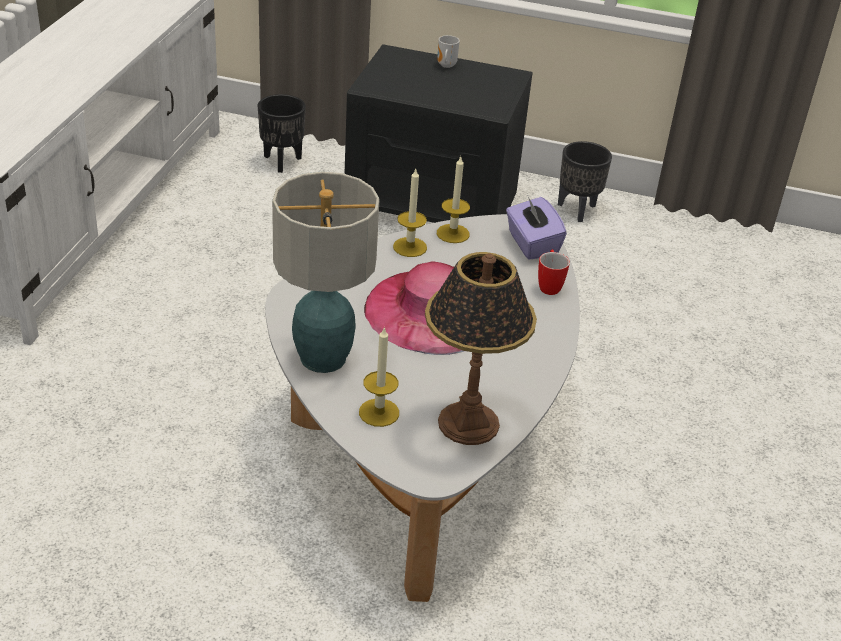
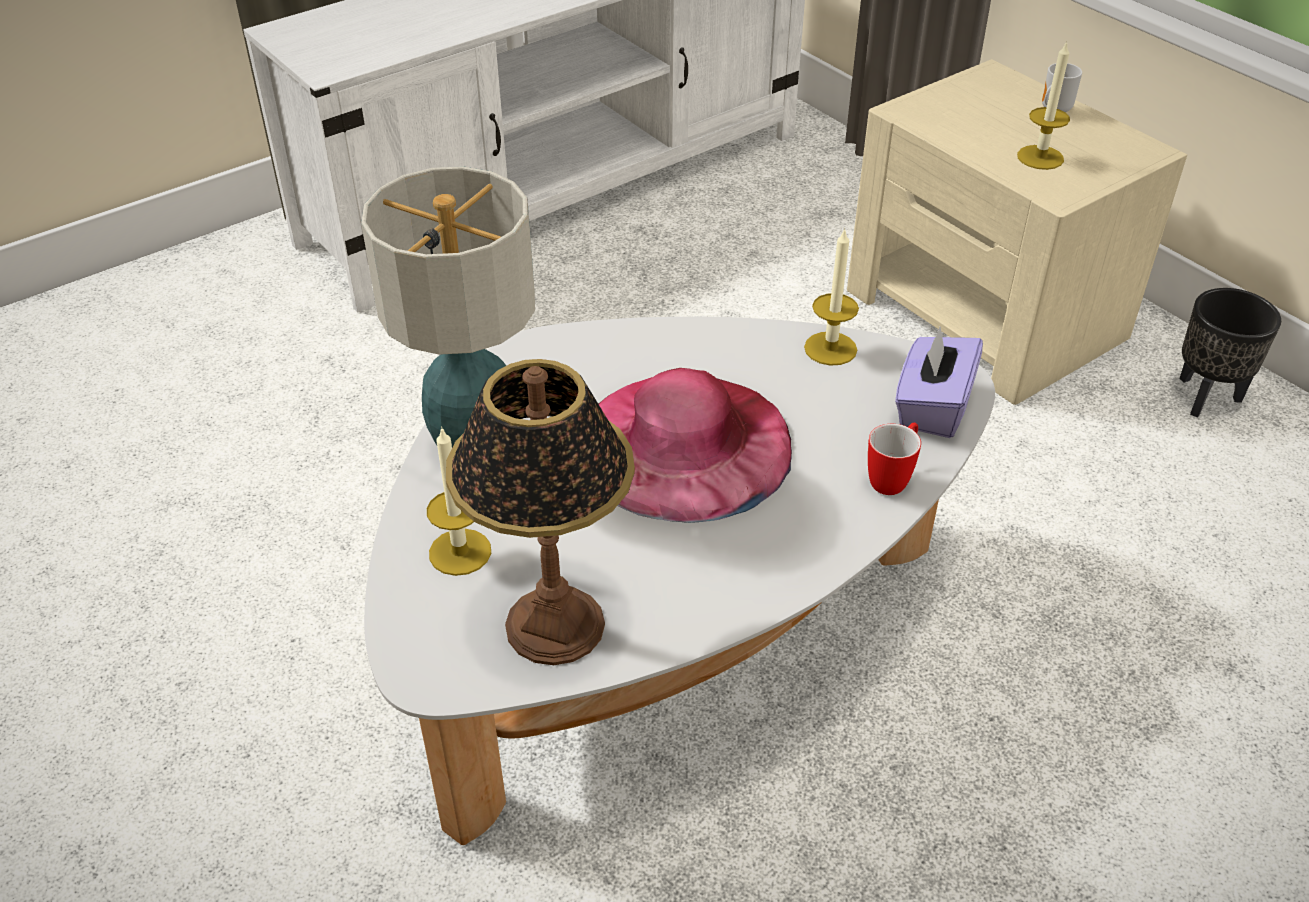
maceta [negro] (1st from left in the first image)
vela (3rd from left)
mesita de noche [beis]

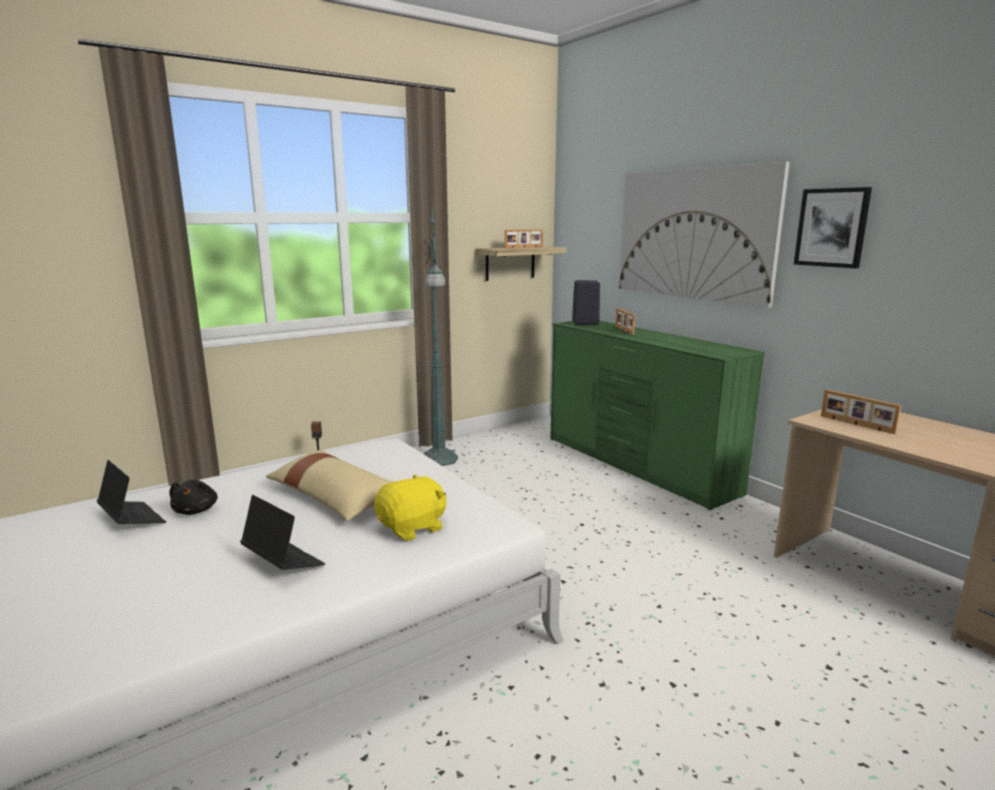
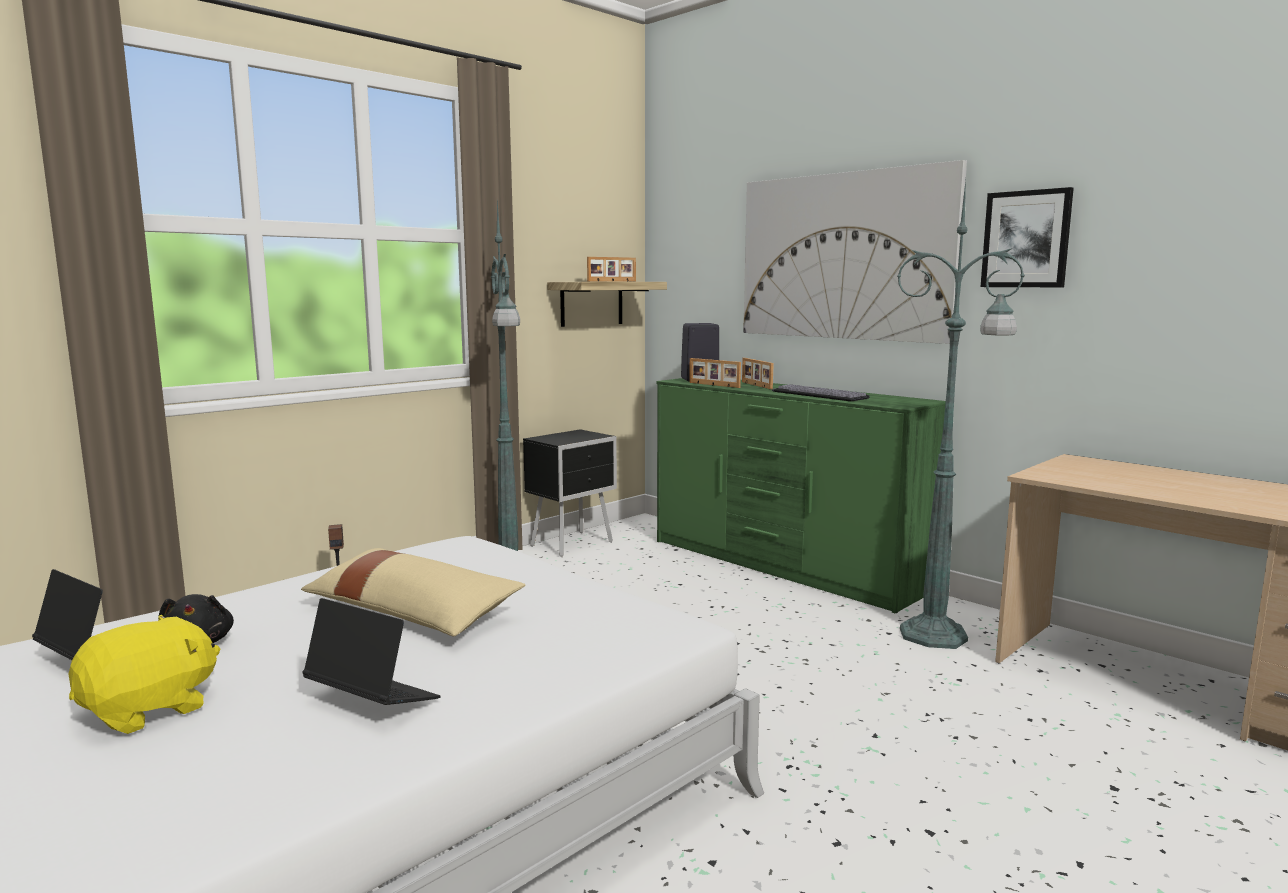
mesita de noche [negro]
teclado
lámpara de pie [verde] (2nd from left)
peluche [amarillo]
portarretratos (2nd from left)

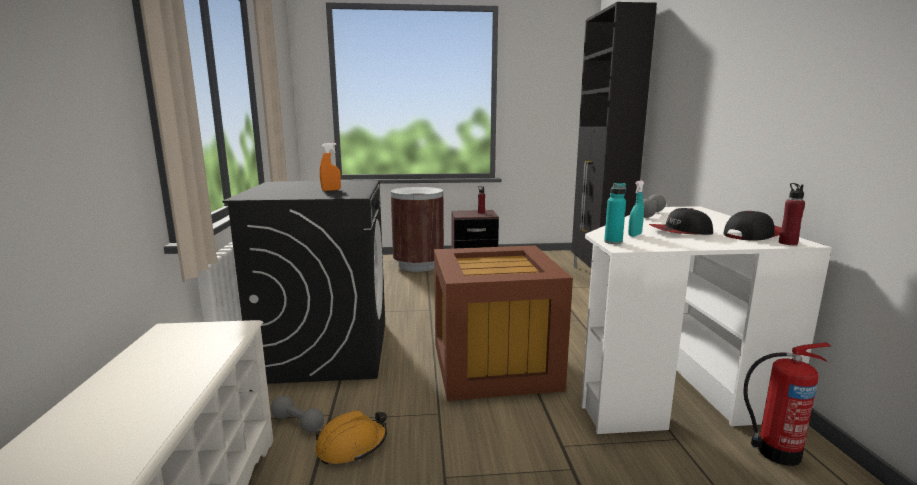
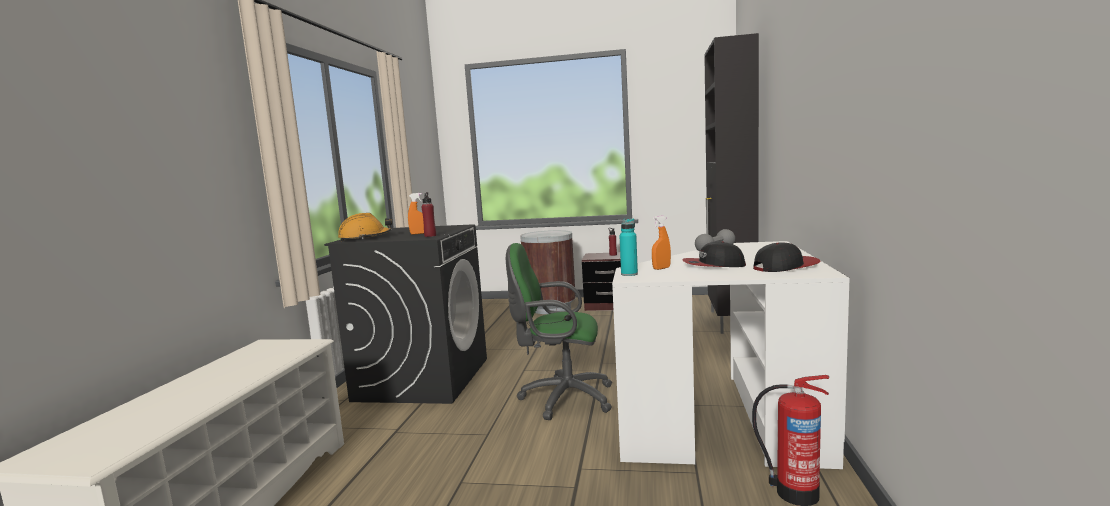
mancuerna [gris] (1st from left in the first image)
casco [naranja]
botella [rojo] (1st from left)
silla de oficina [verde]
pulverizador [naranja] (2nd from left)

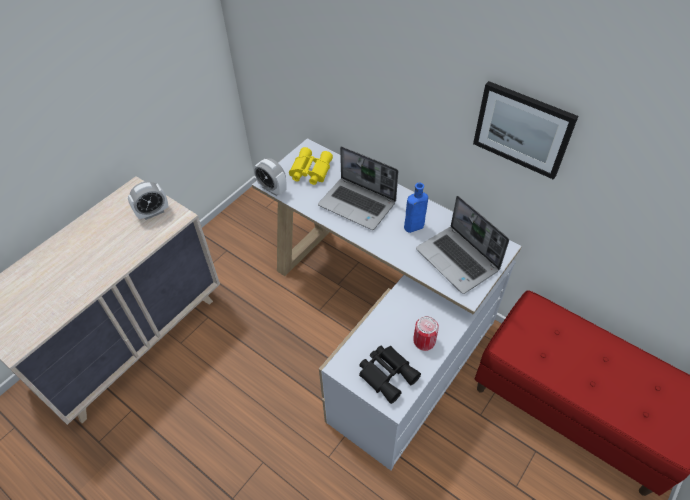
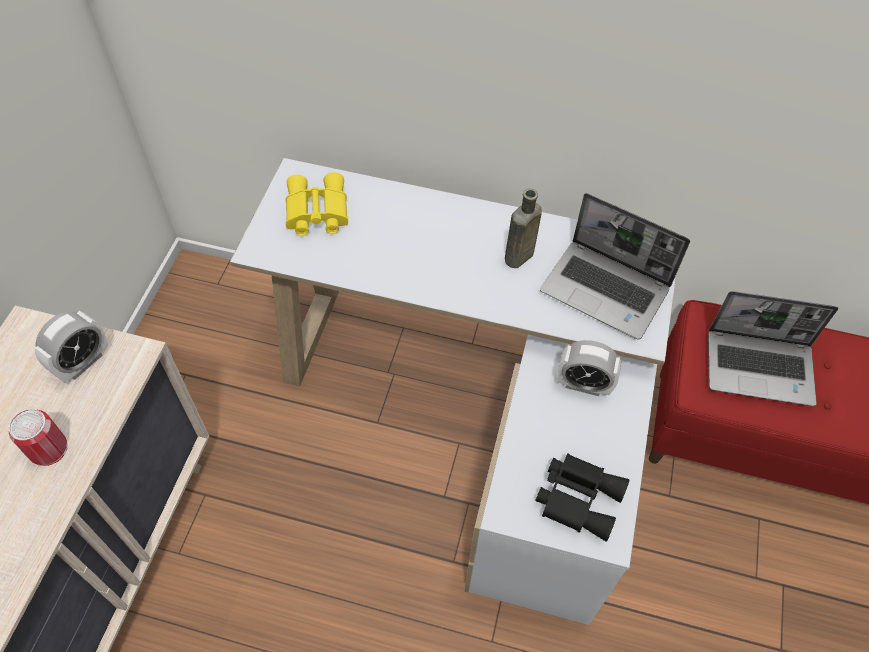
cuadro
despertador (2nd from left)
portátil (2nd from left)
lata
botella [marrón]

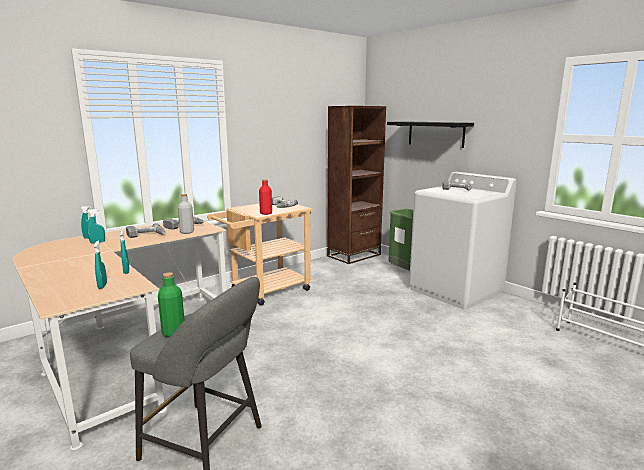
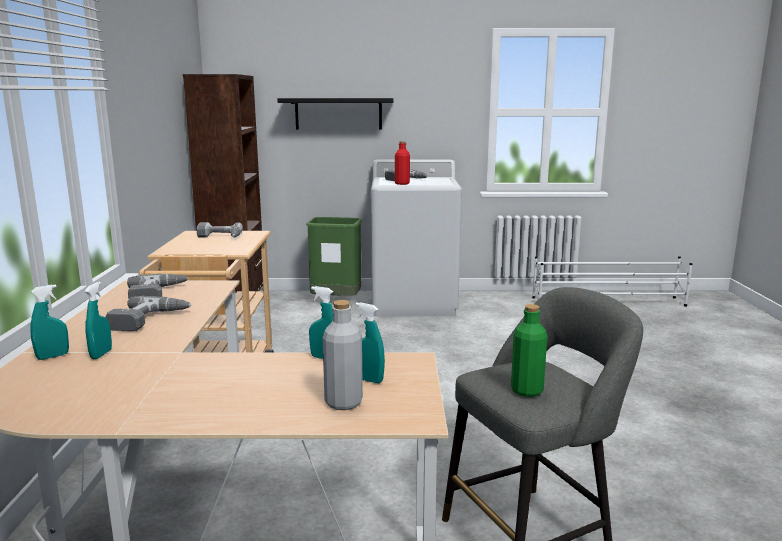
botella [gris]
botella [rojo]

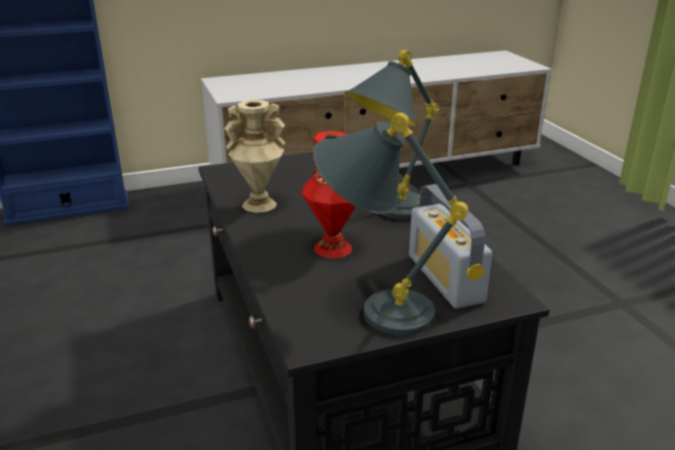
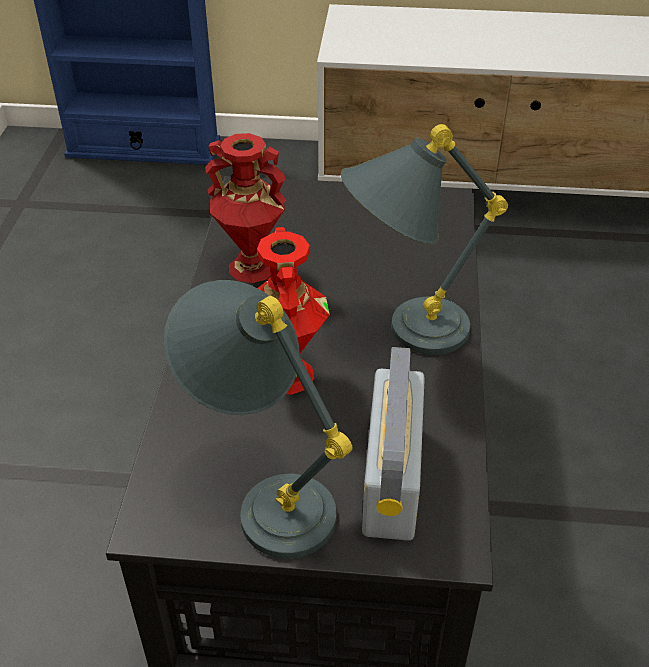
florero [rojo] (1st from left)

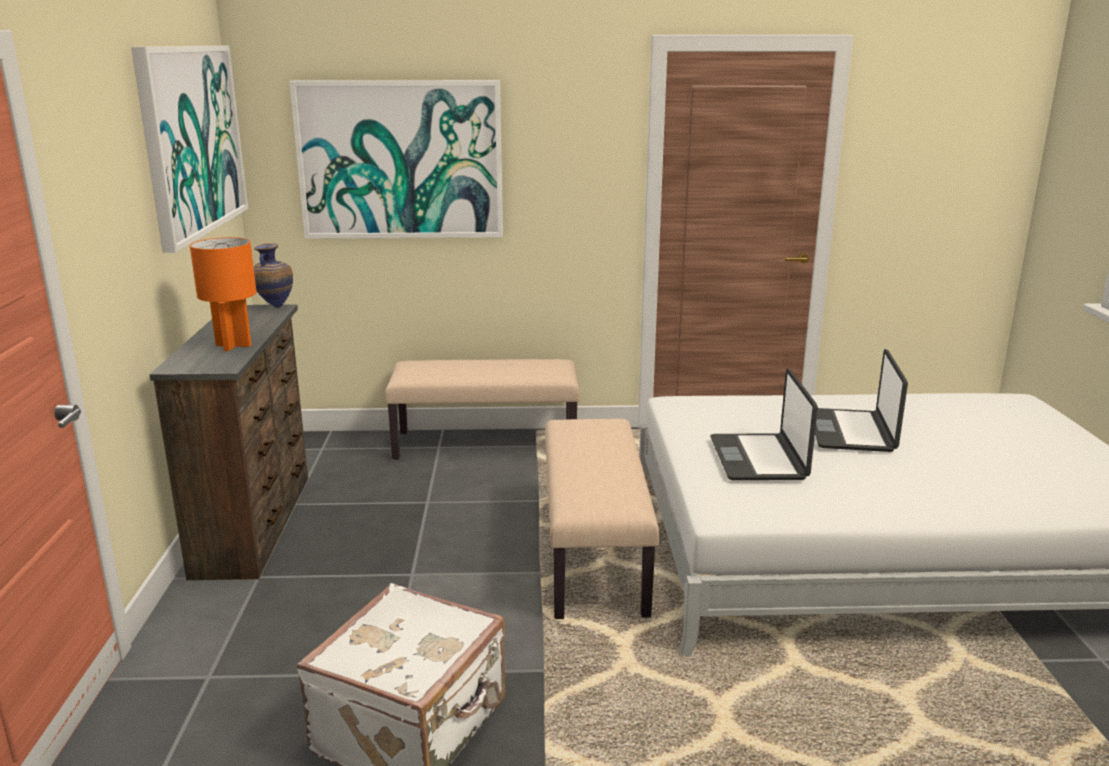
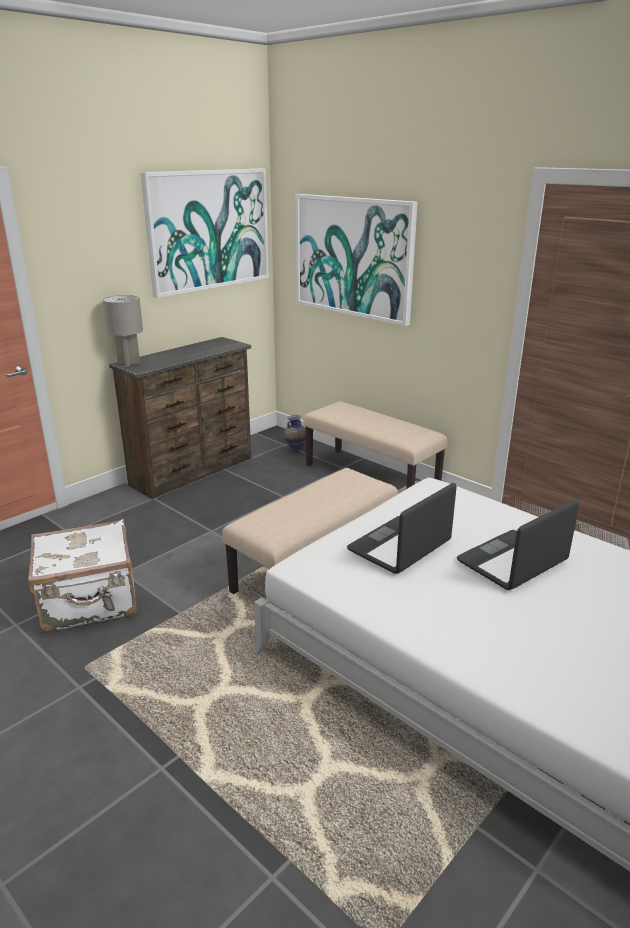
lámpara de mesa [naranja]
lámpara de mesa [gris]
florero

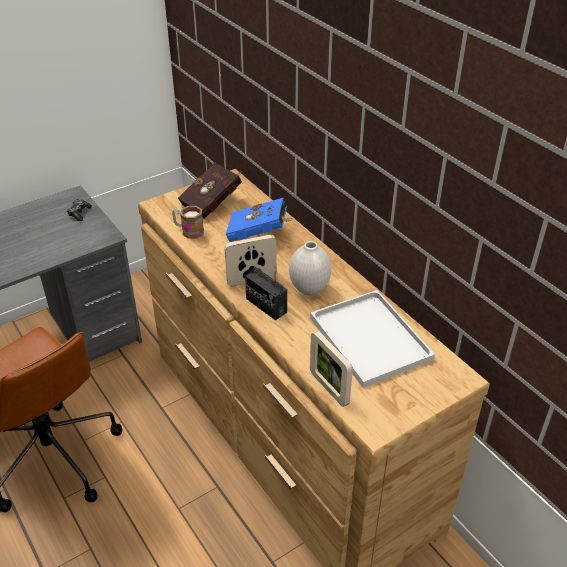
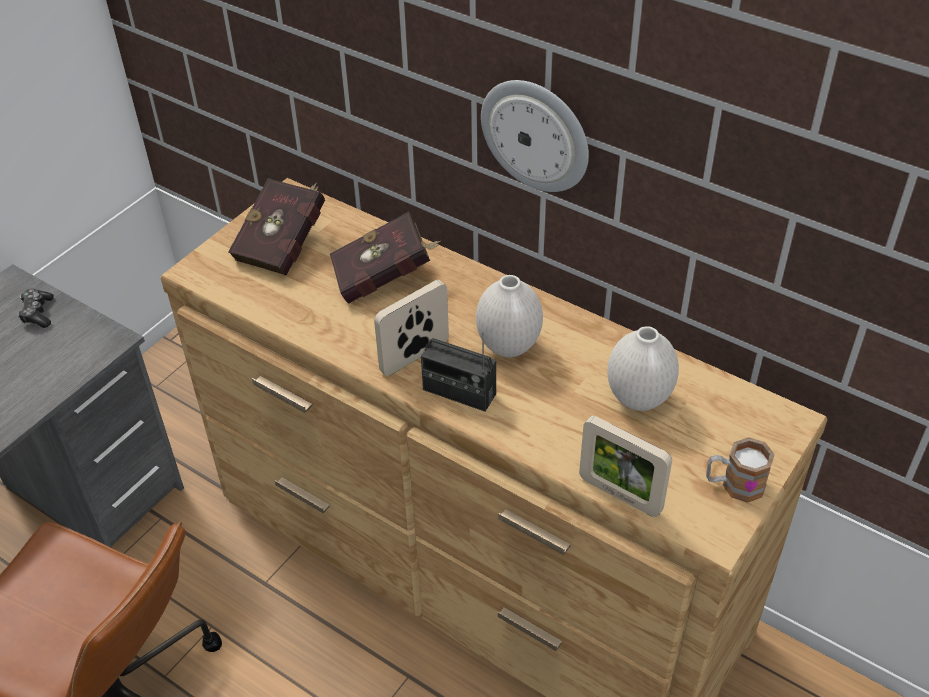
reloj de pared
taza grande
florero [blanco] (2nd from left)
libro [rojo] (2nd from left)

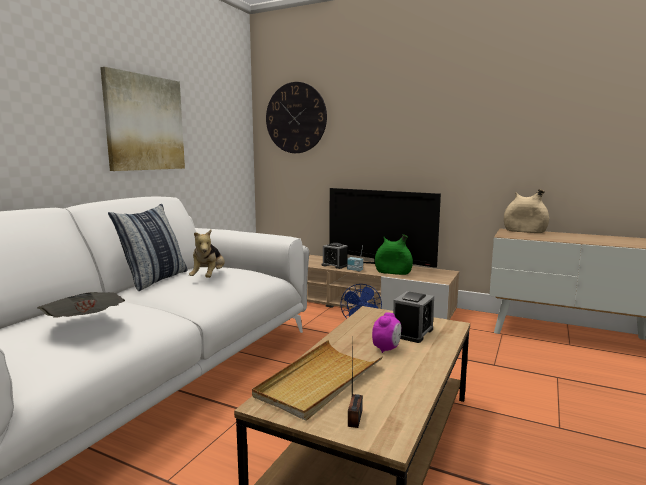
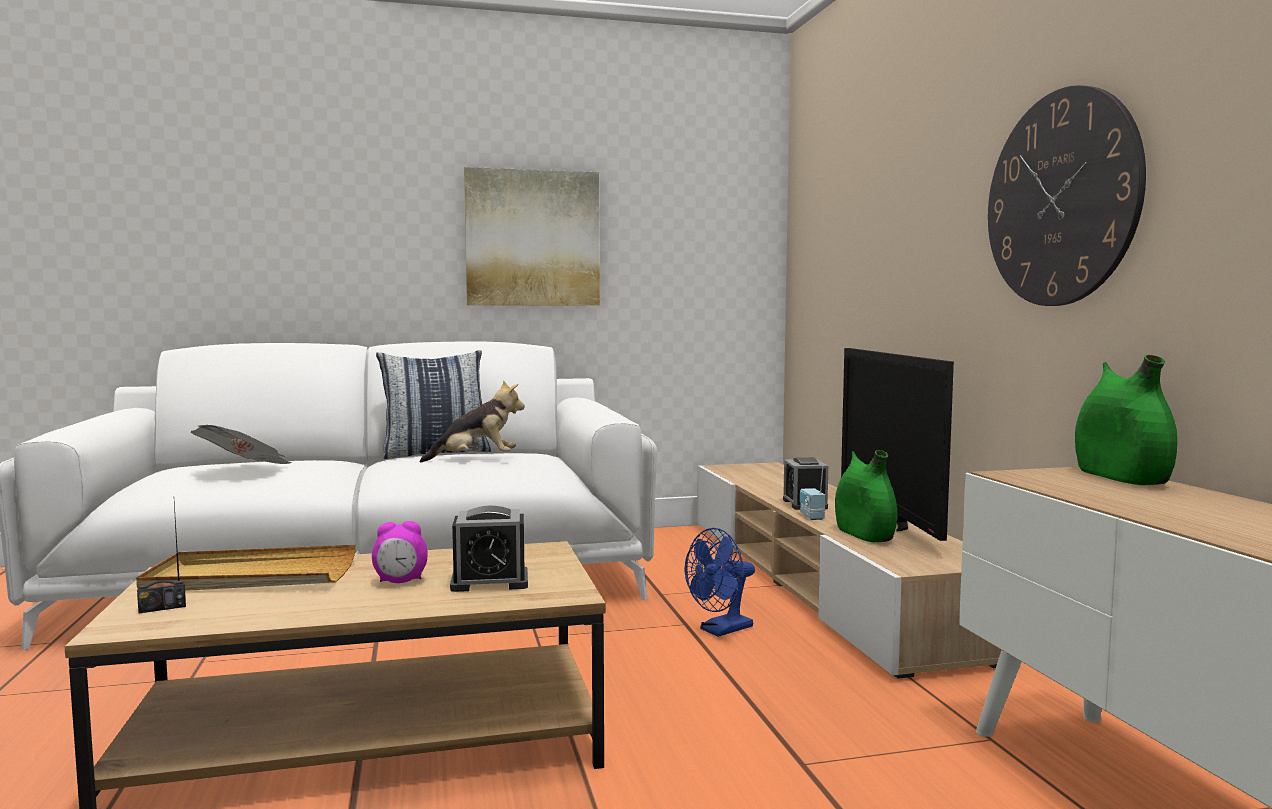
reloj de pared
florero [verde] (2nd from left)
peluche

